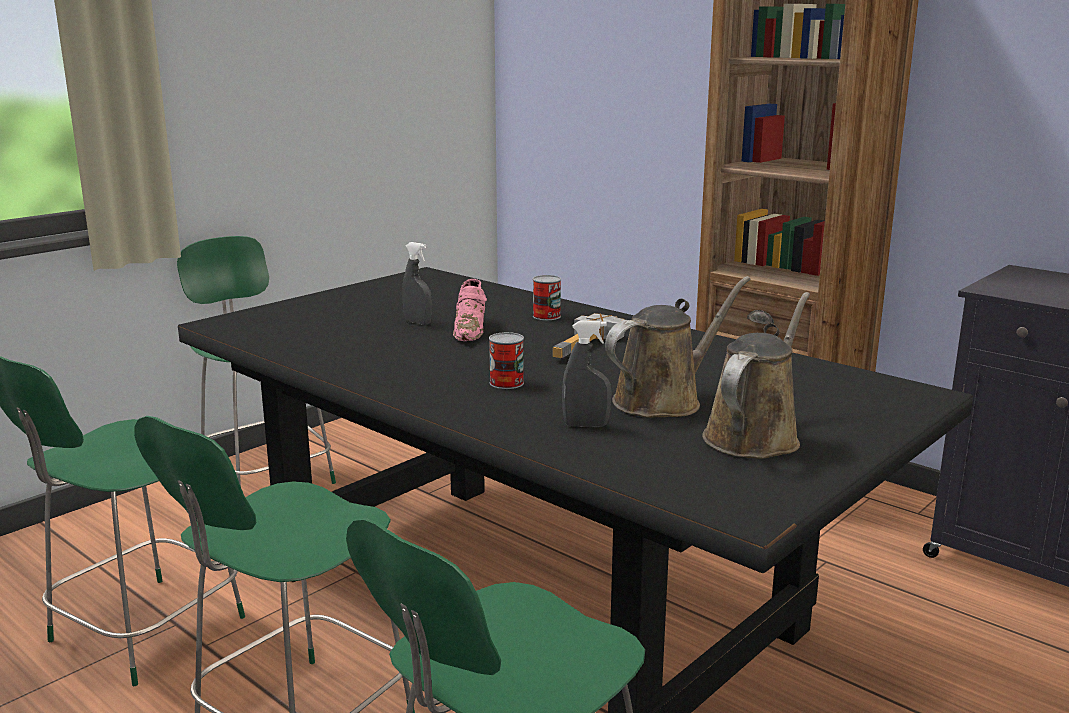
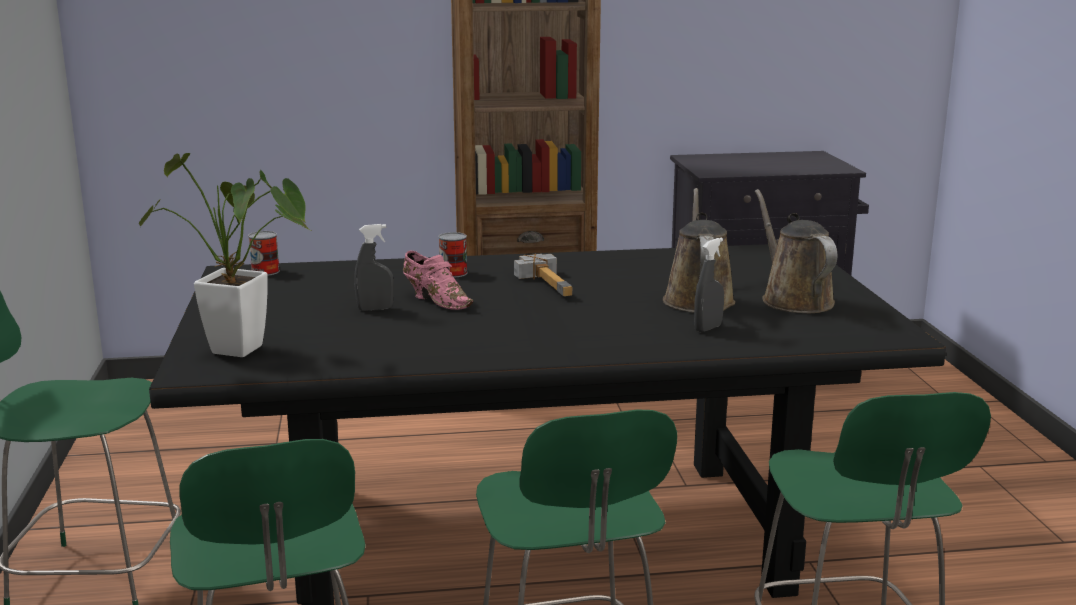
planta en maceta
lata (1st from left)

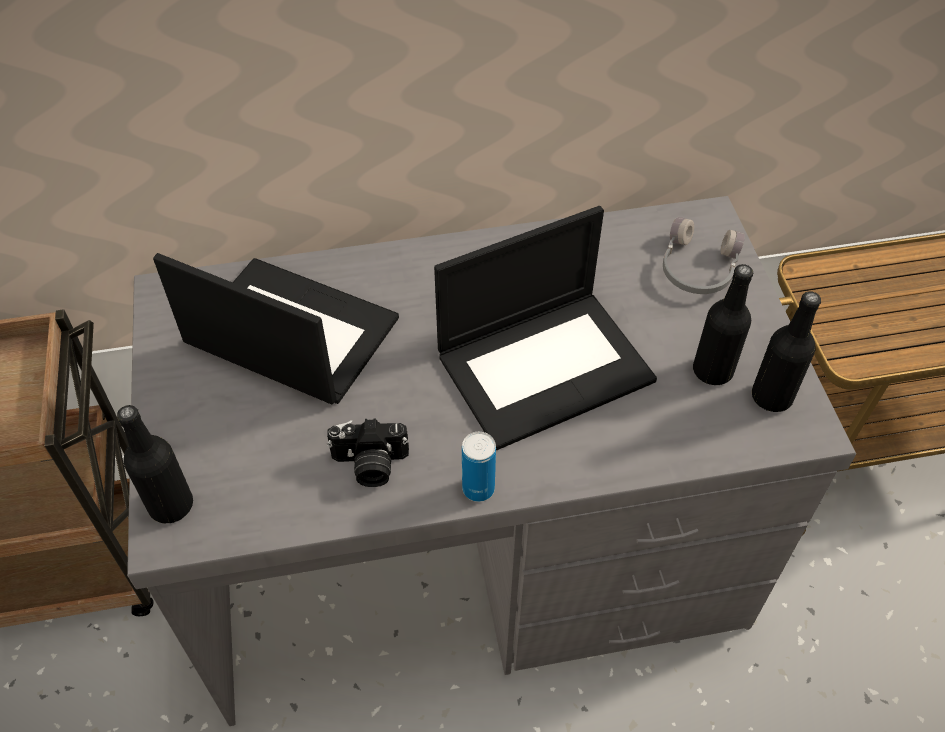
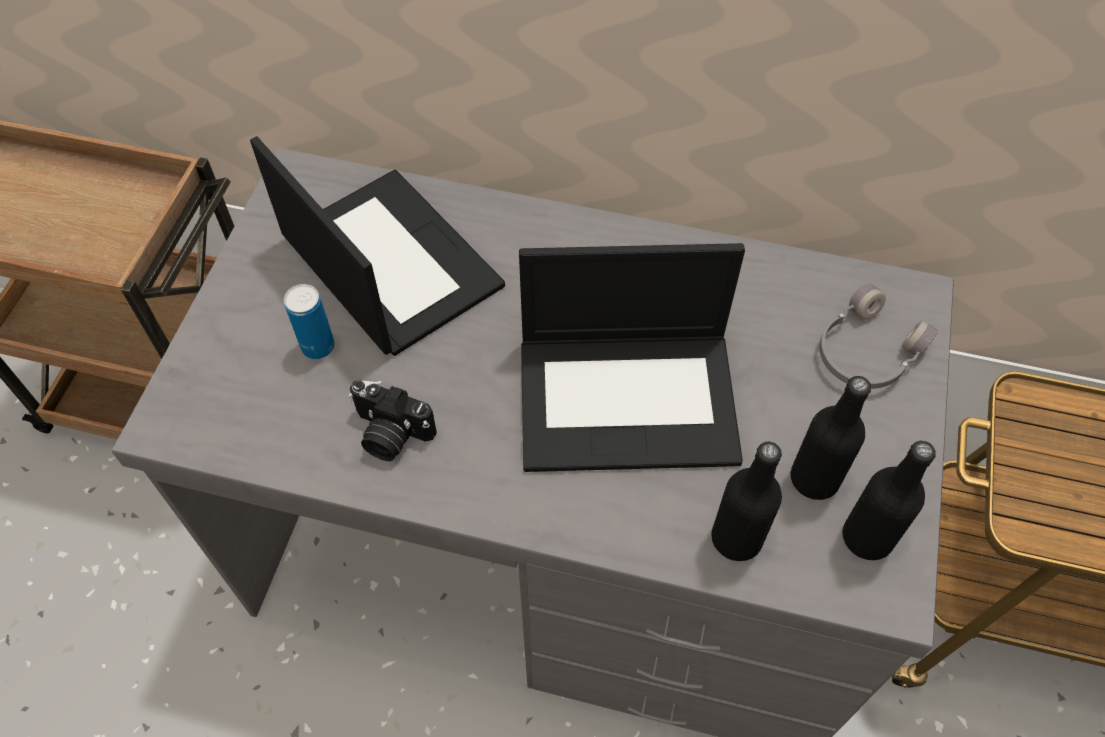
botella [negro] (1st from left)
lata

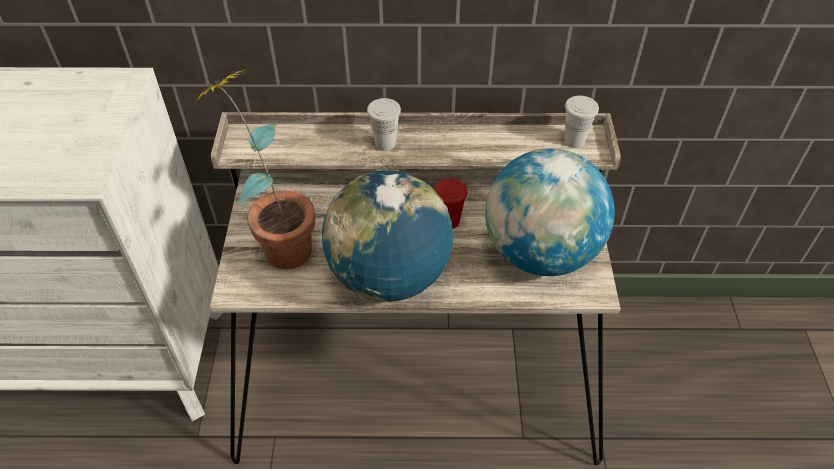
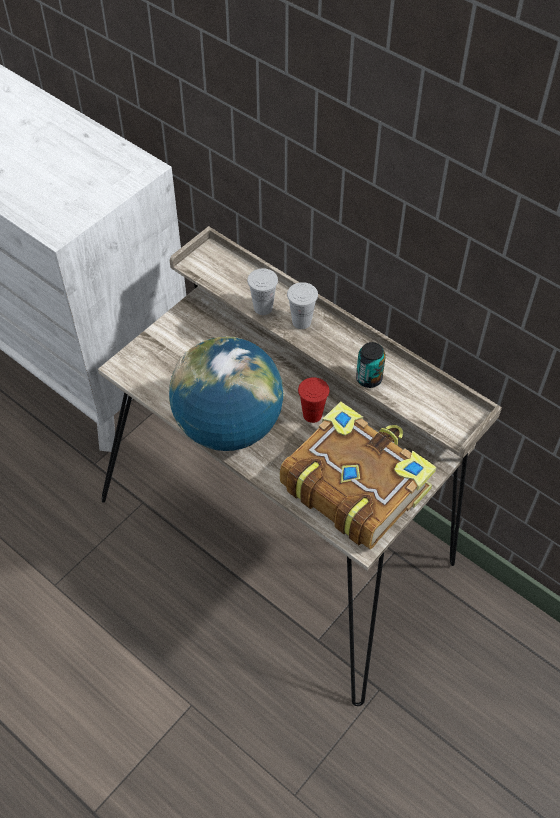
planta en maceta
lata
taza [blanco] (1st from left)
libro

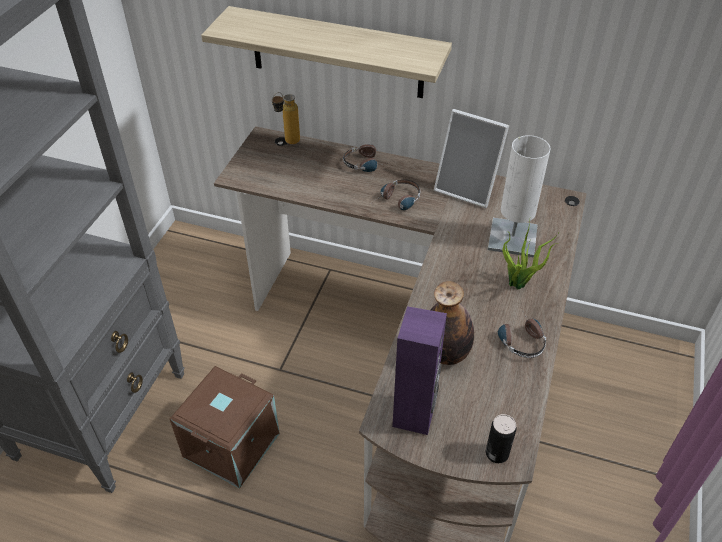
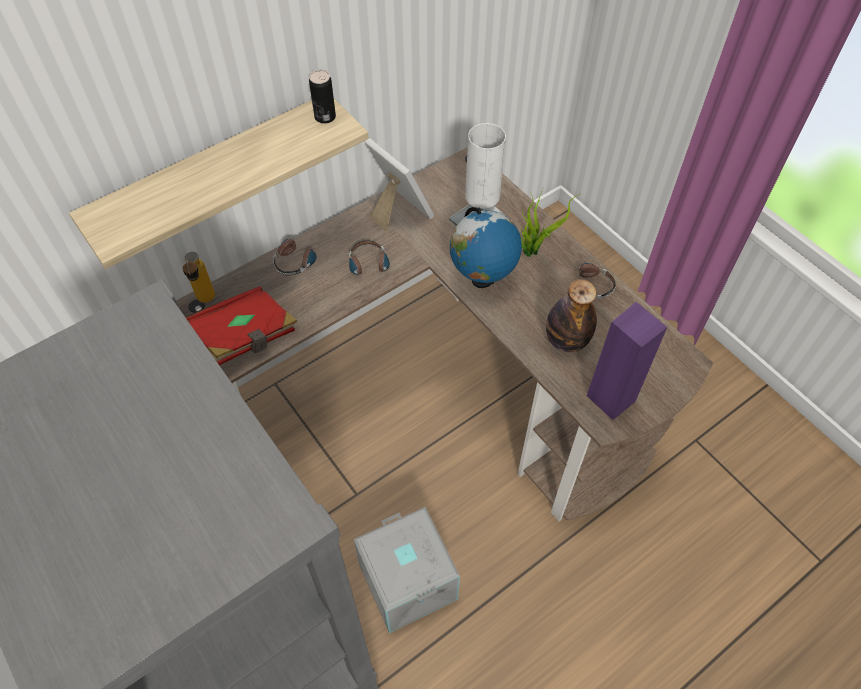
libro [rojo]
globo terráqueo
lata
caja de almacenaje [gris]
portarretratos

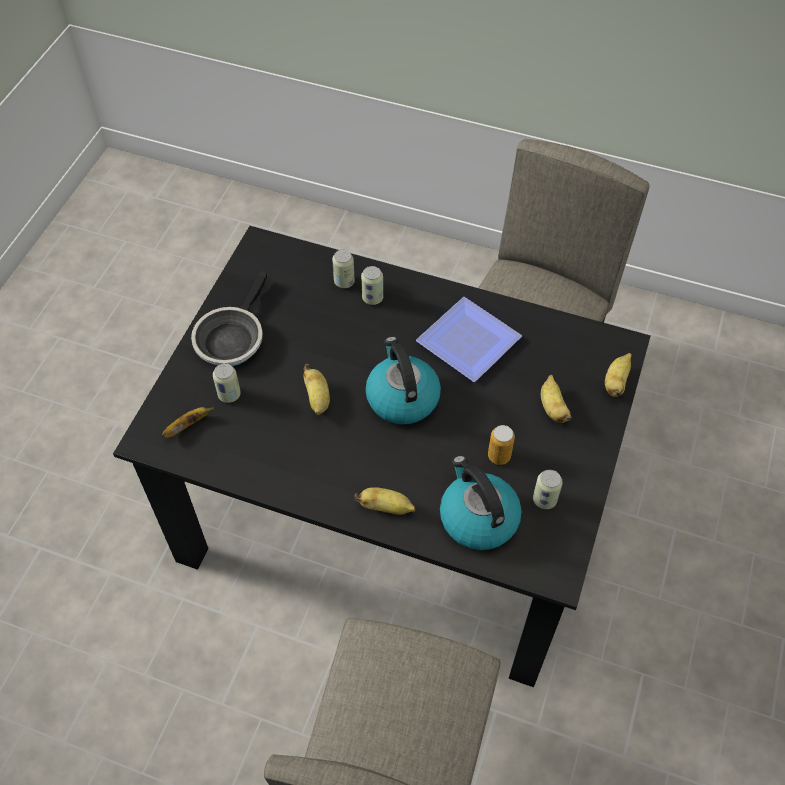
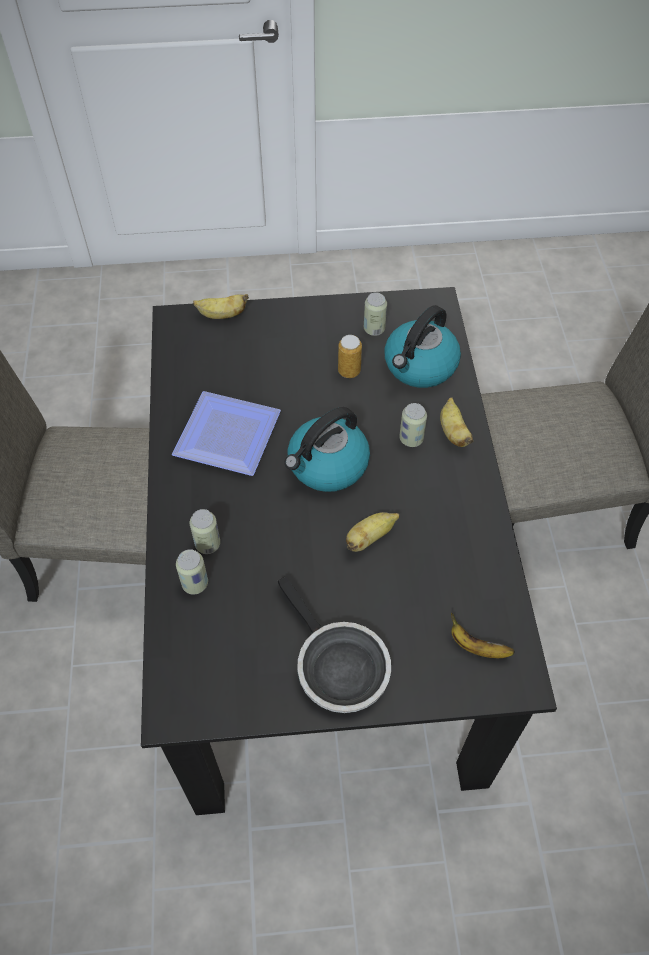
plátano (4th from left in the first image)
lata (5th from left)
sartén

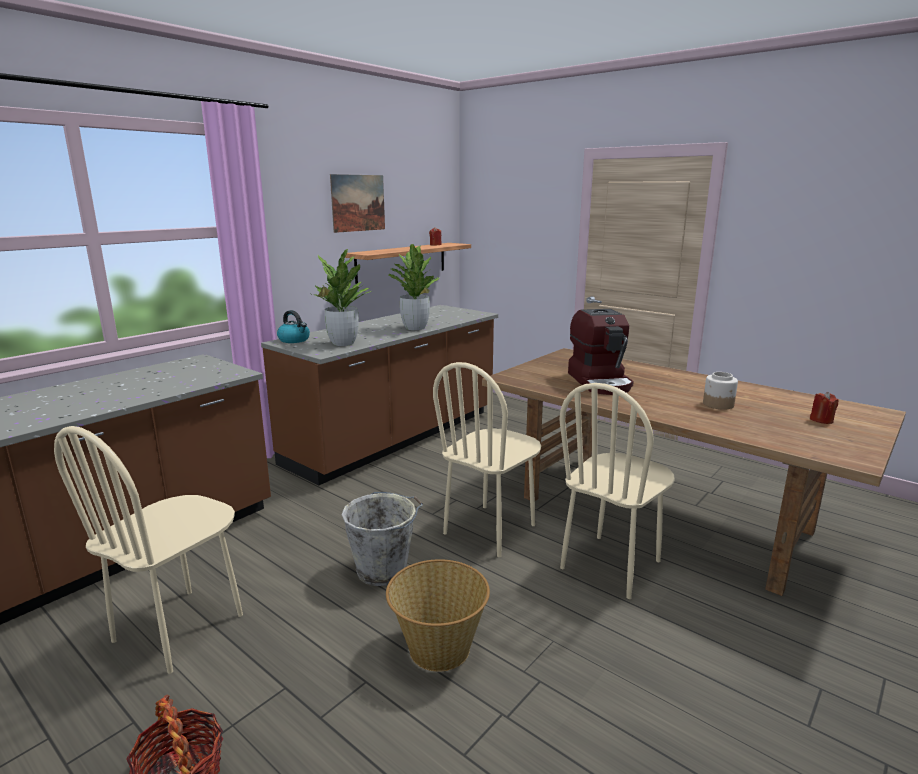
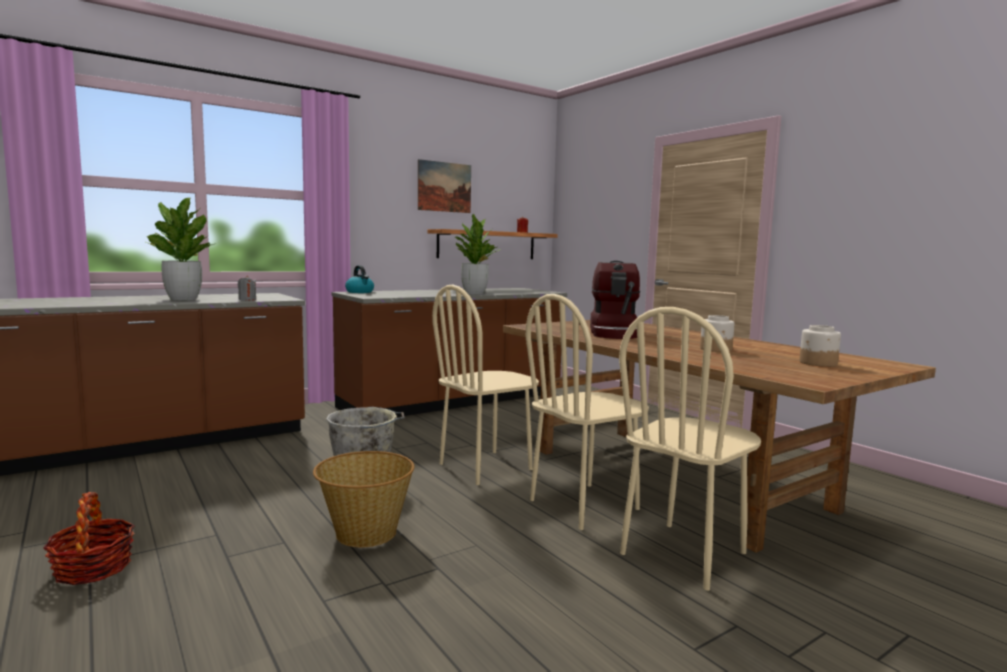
vela [gris]
silla [beis] (3rd from left)
planta en maceta (1st from left)
tarro (2nd from left)

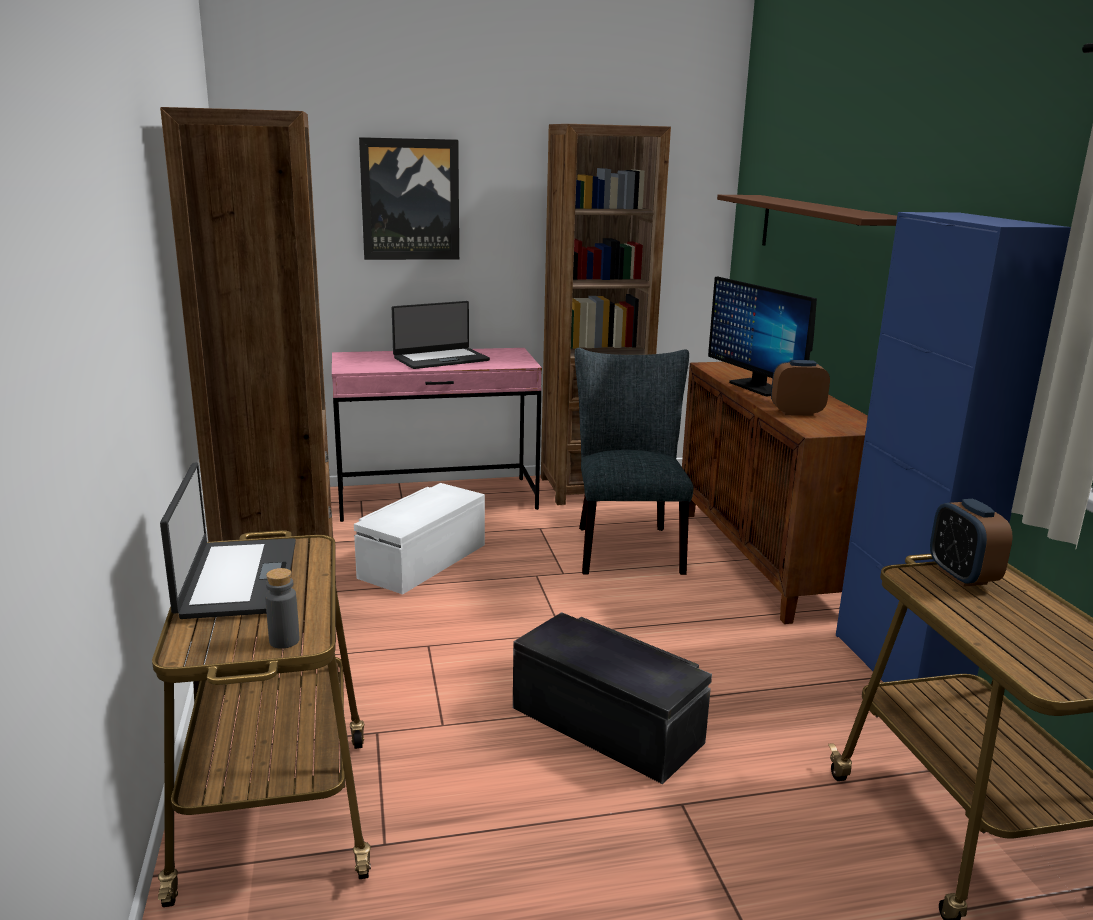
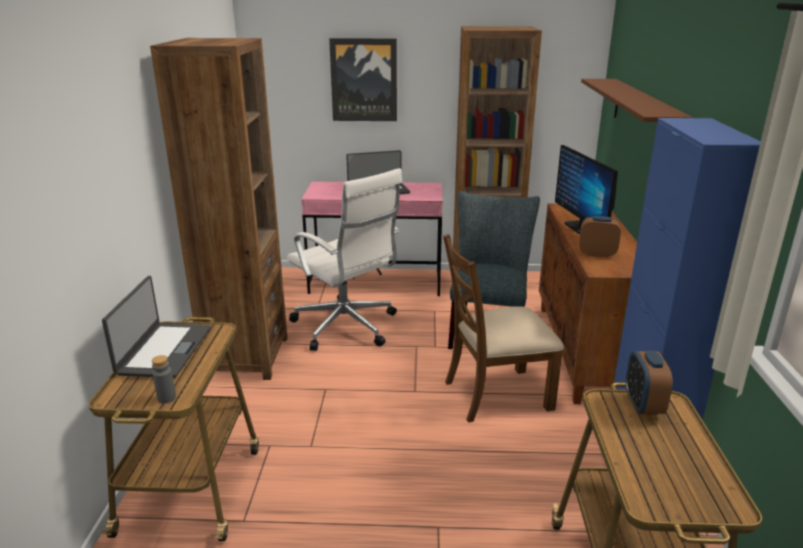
caja de almacenaje [negro]
silla [marrón]
silla de oficina [blanco]

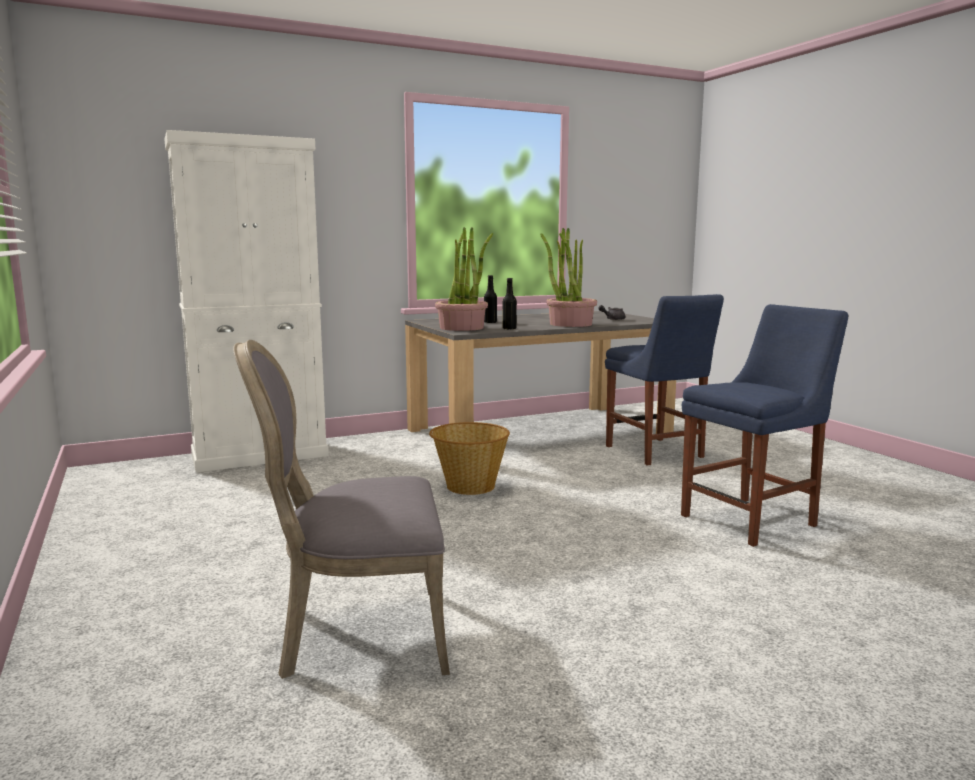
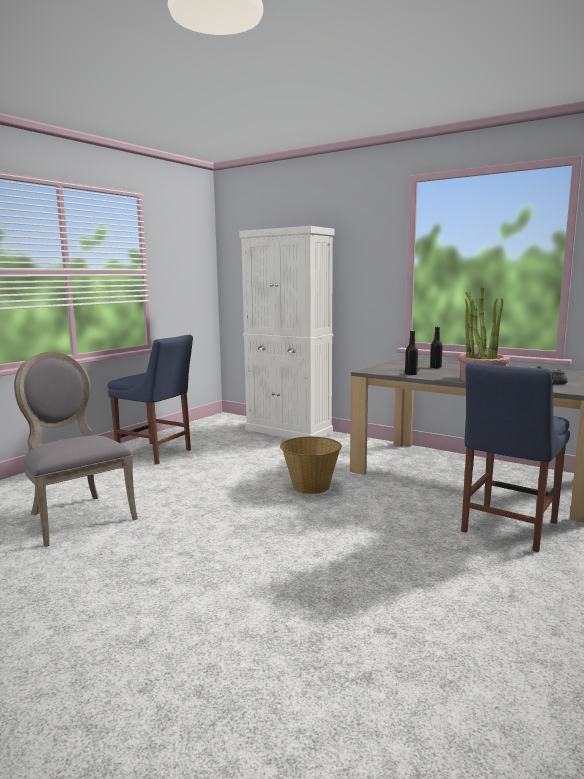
planta en maceta (1st from left in the first image)
silla [azul] (1st from left)

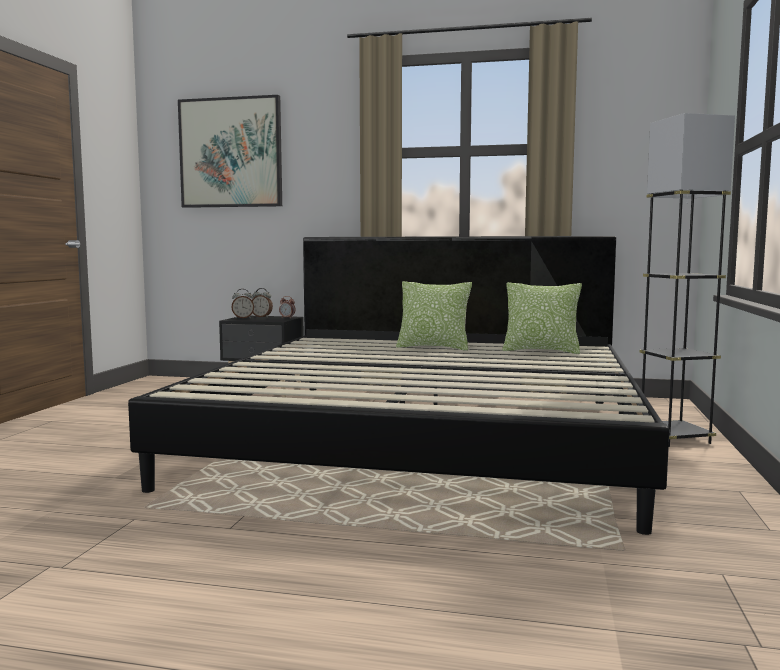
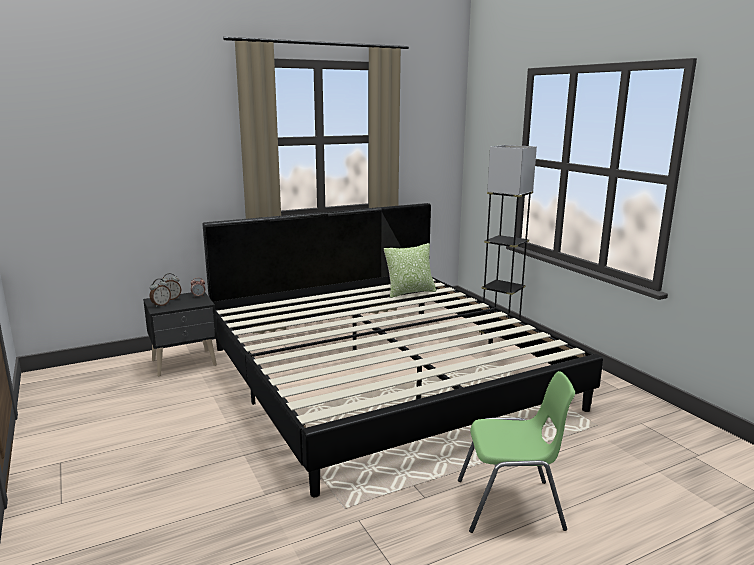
cuadro
cojín (1st from left in the first image)
silla [verde]

